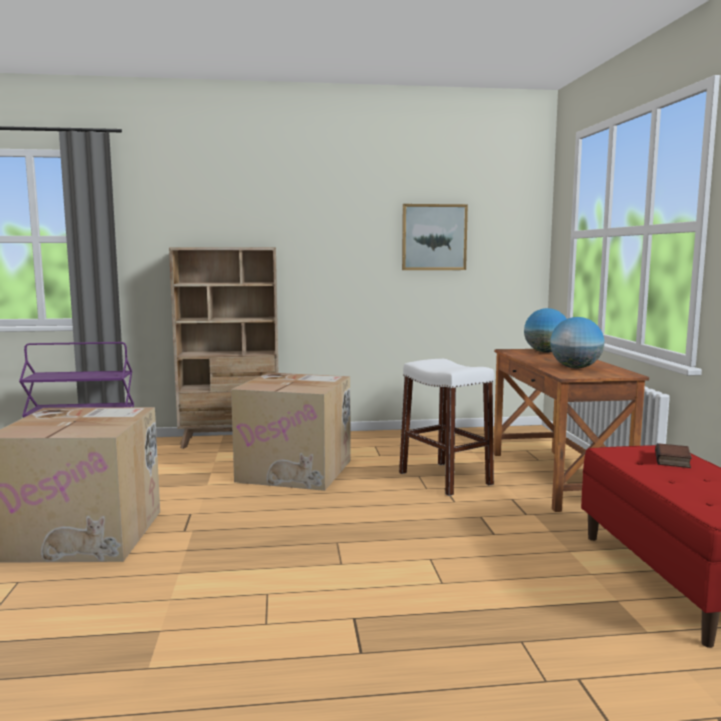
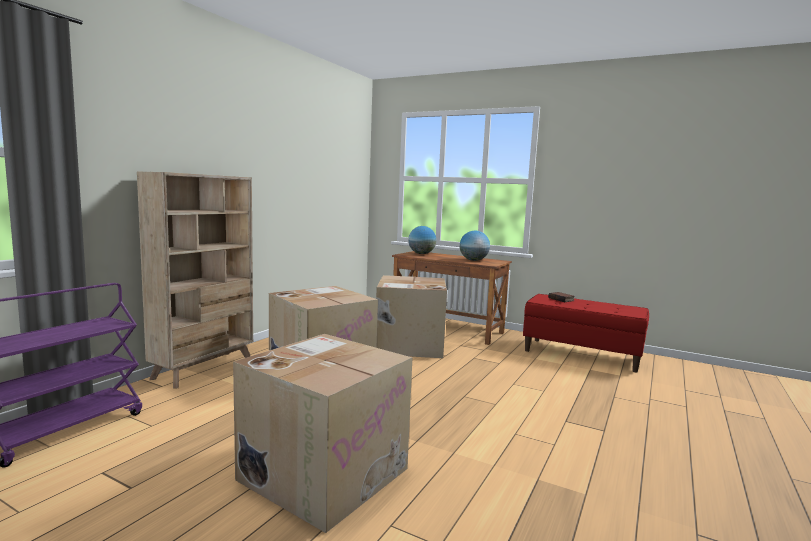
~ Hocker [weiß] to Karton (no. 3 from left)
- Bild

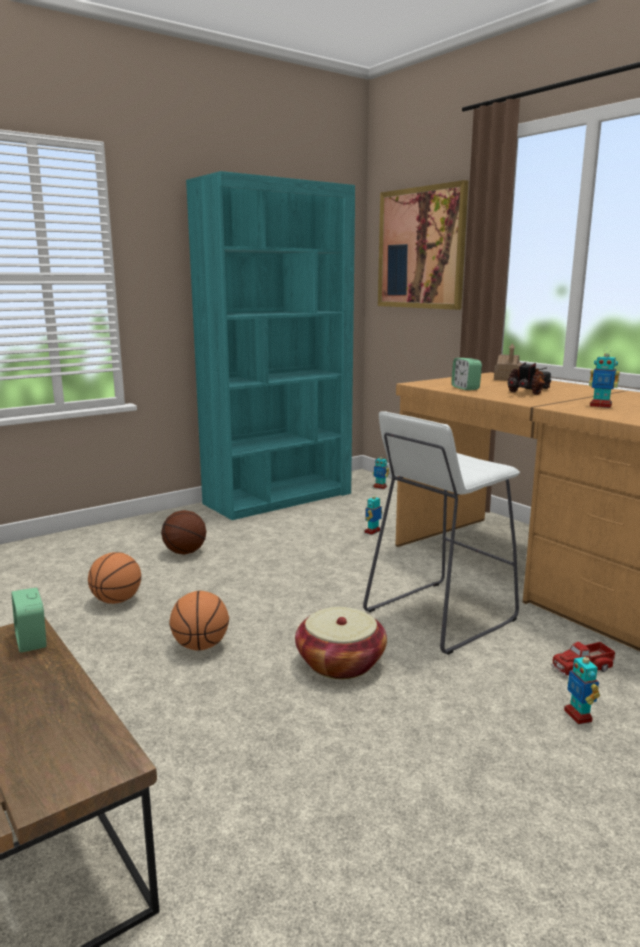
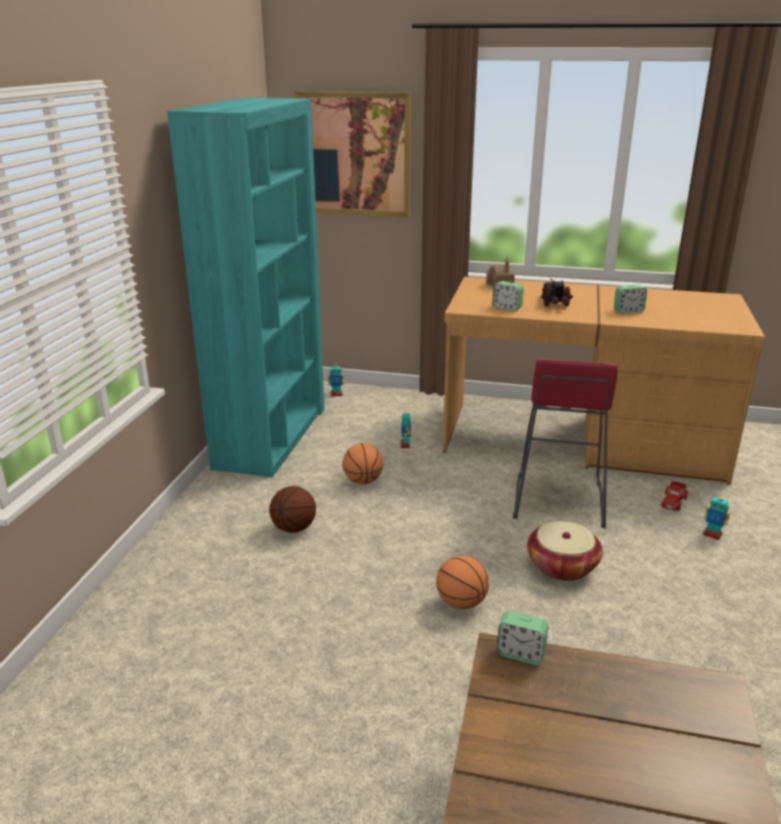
~ Basketball (no. 1 from left in the first image) to Basketball (no. 2 from left)
~ Hocker [weiß] to Hocker [rot]
~ Spielzeugroboter (no. 4 from left) to Wecker (no. 3 from left)

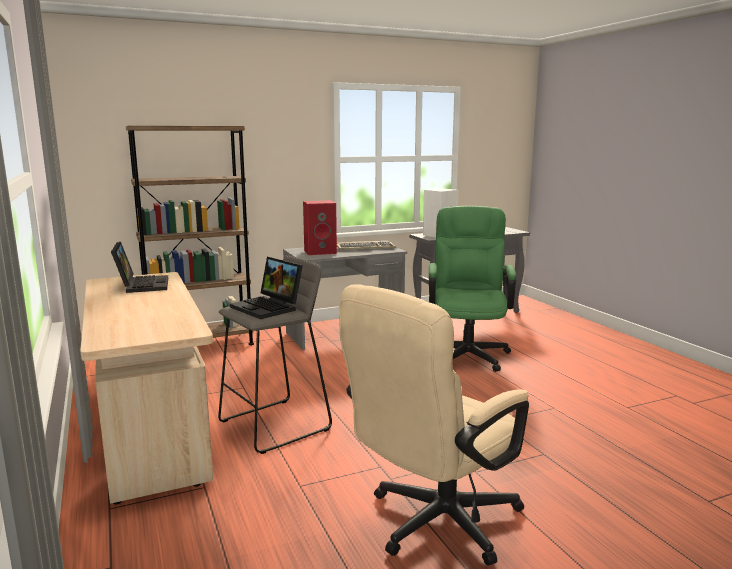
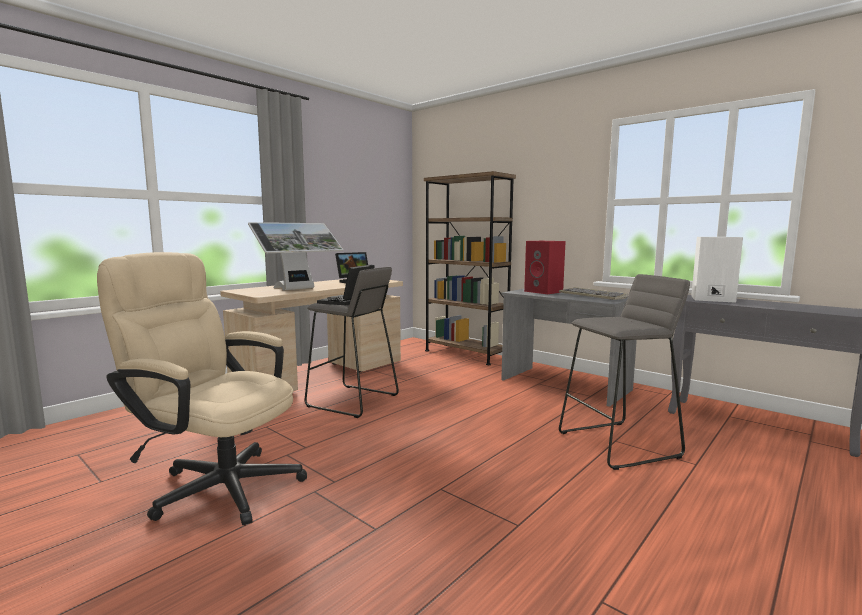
+ Monitor
~ Bürostuhl [grün] to Hocker [grau] (no. 2 from left)

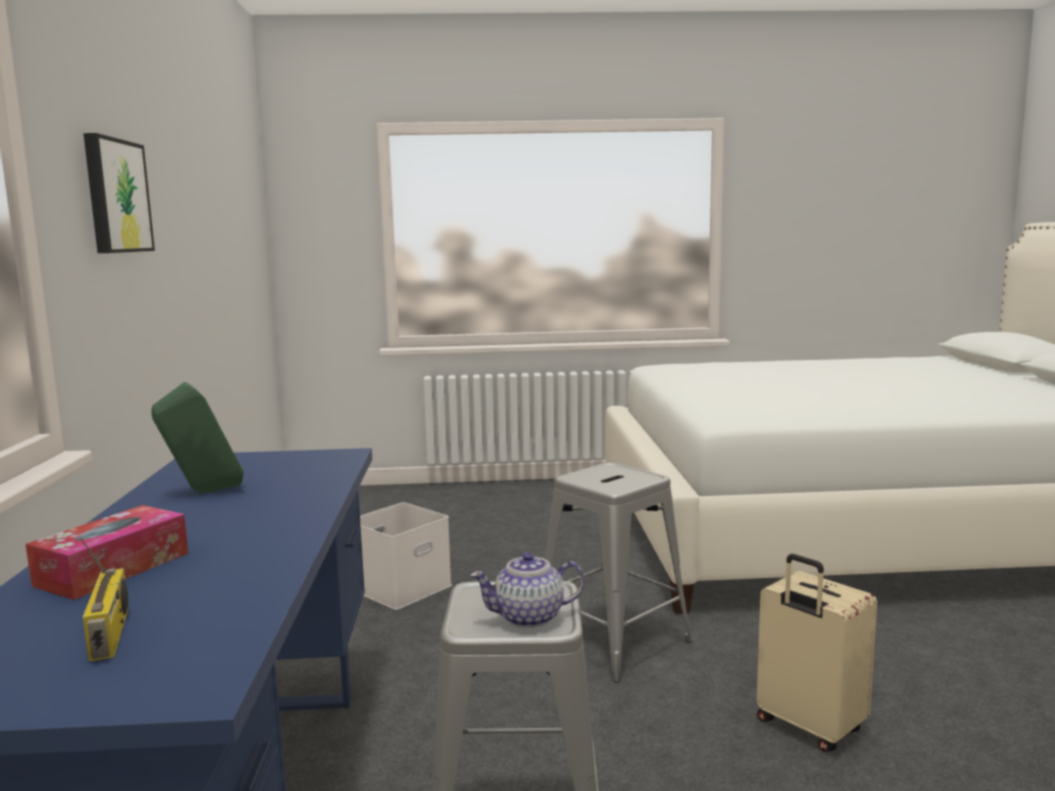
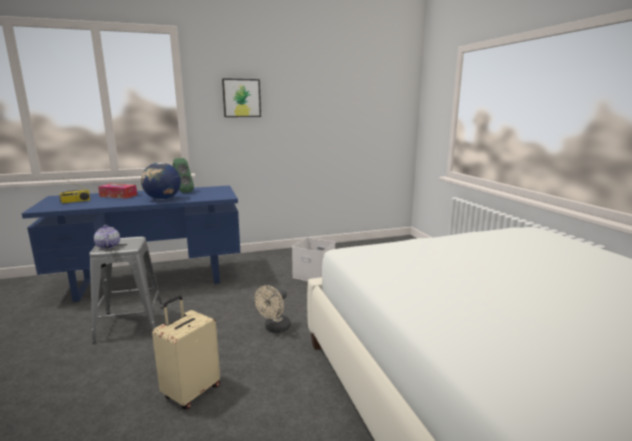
+ Globus
~ Hocker [grau] (no. 2 from left) to Ventilator [beige]

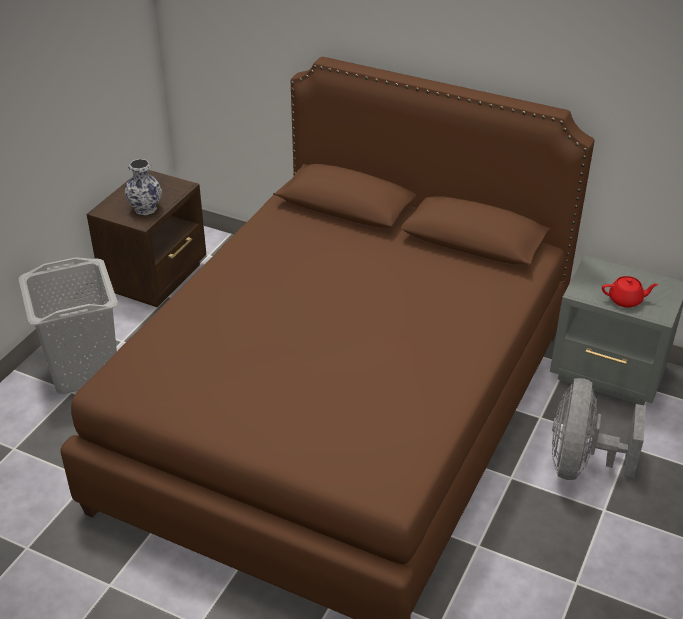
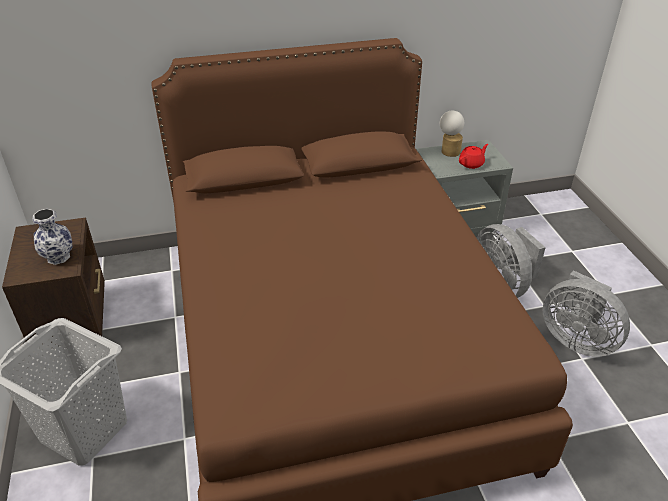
+ Tischlampe
+ Ventilator [grau] (no. 2 from left)

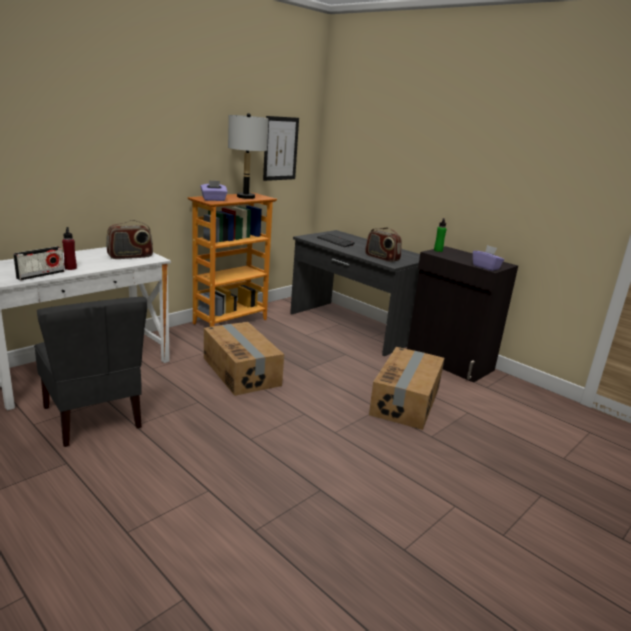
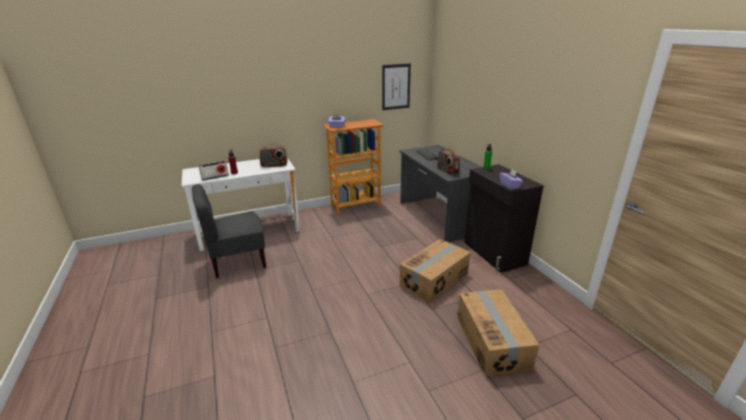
~ Stuhl [grau] 75 degrees clockwise
~ Karton (no. 1 from left in the first image) to Karton (no. 2 from left)
- Tischlampe [grau]

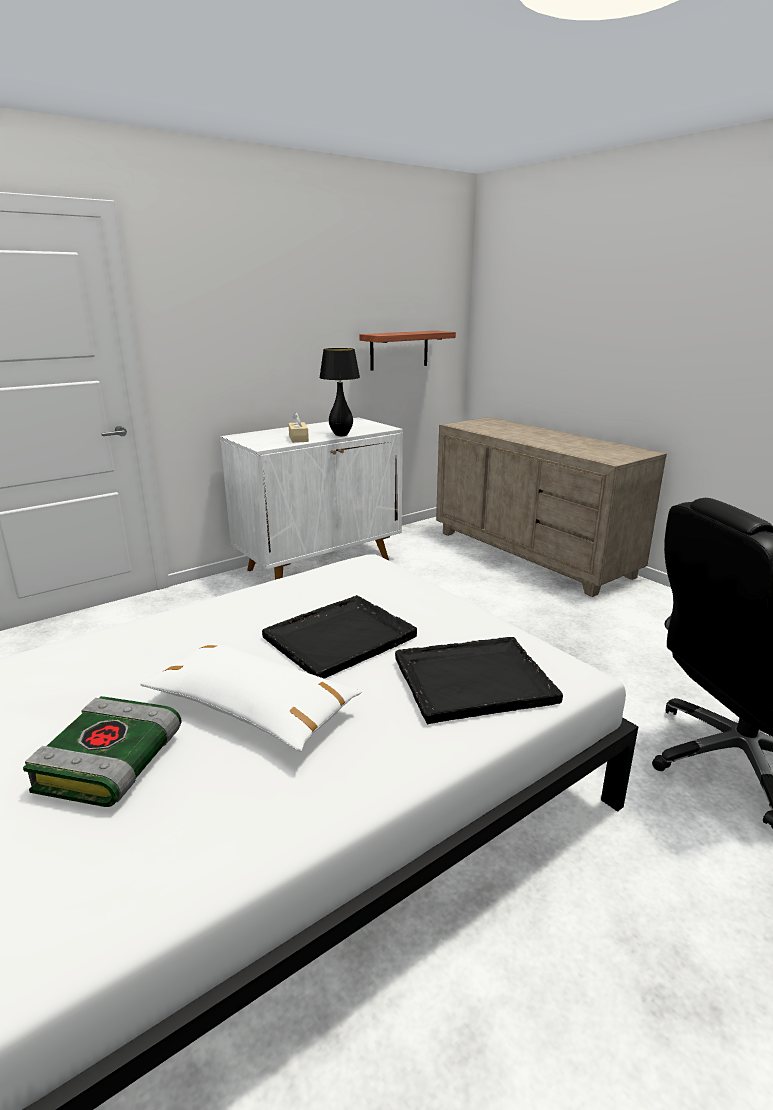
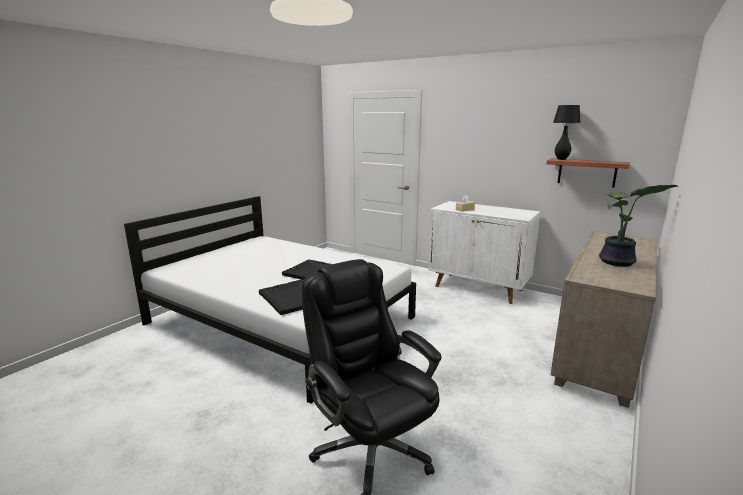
~ Tischlampe [schwarz]
+ Topfpflanze
- Buch
- Kissen [weiß]

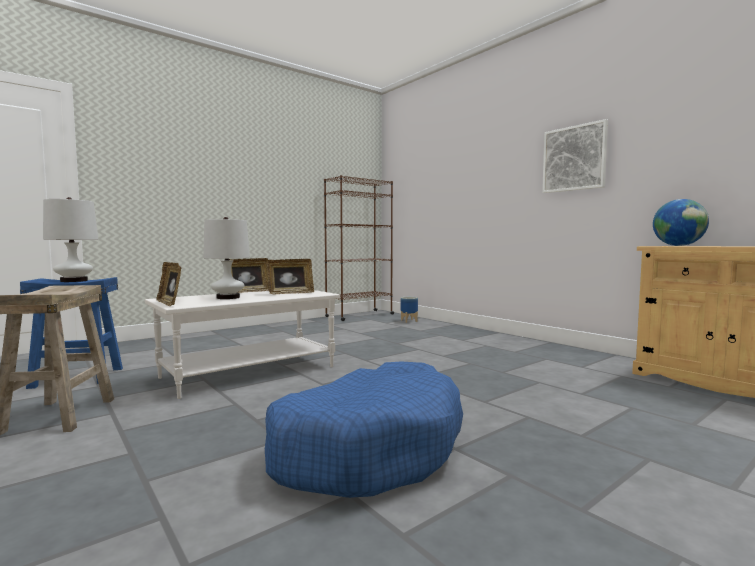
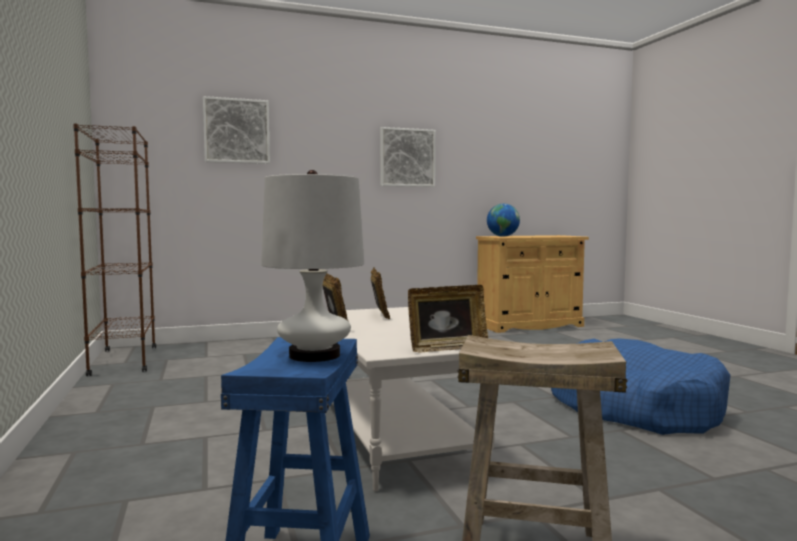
+ Bild (no. 1 from left)
- Tischlampe [weiß] (no. 2 from left)
- Pflanzkübel

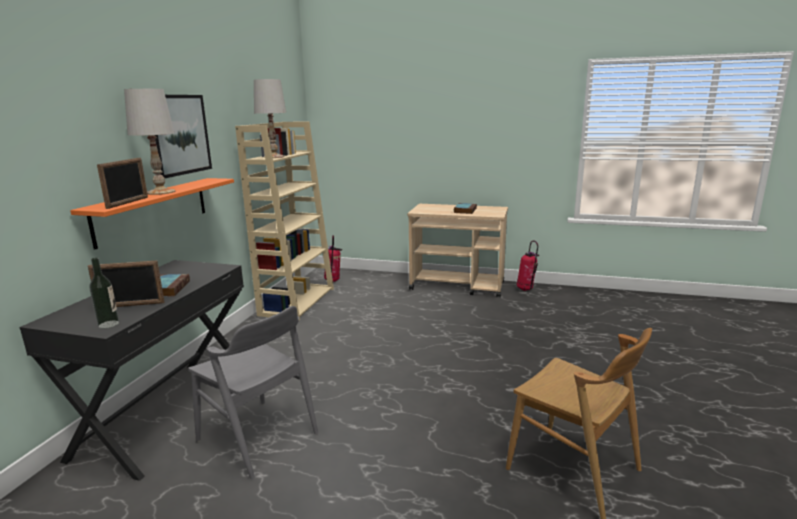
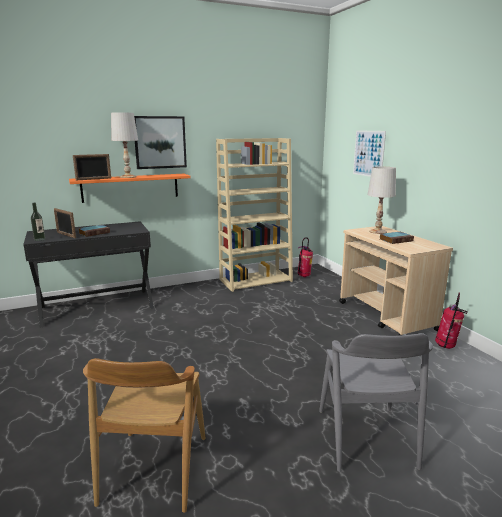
~ Stuhl [grau]
+ Bild (no. 2 from left)
~ Tischlampe [weiß] (no. 2 from left)

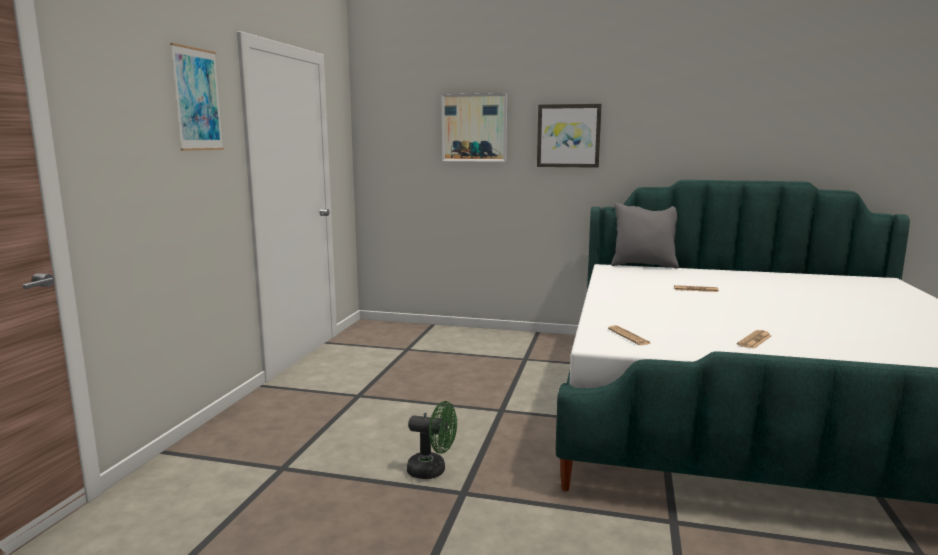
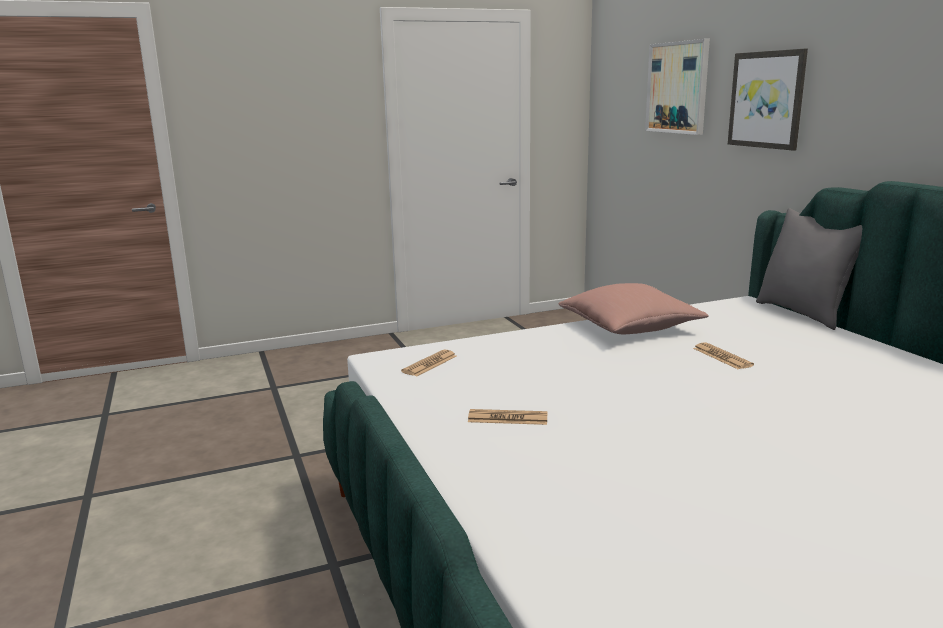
+ Kissen [rosa]
- Bild (no. 1 from left)
- Ventilator [grün]

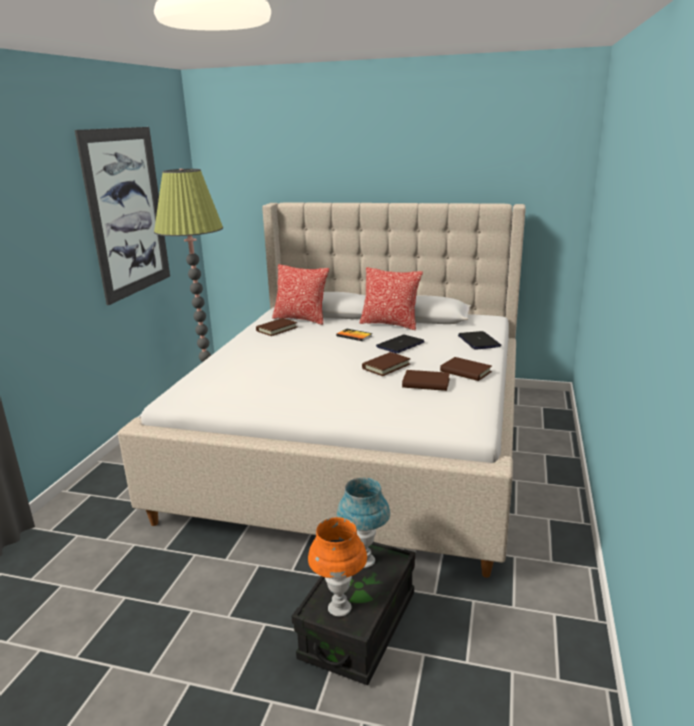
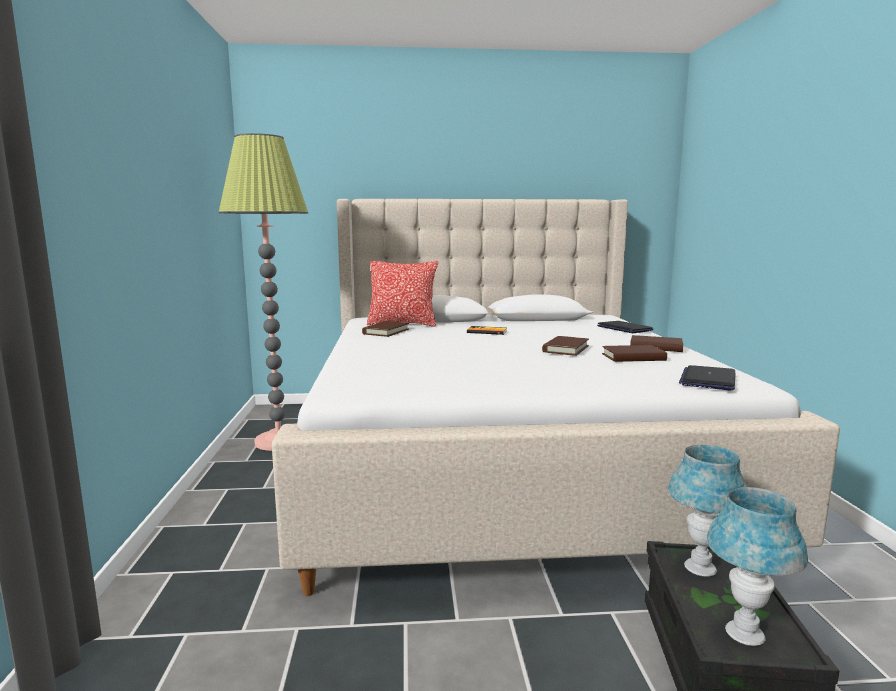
~ Laptop (no. 1 from left in the first image) to Laptop (no. 2 from left)
~ Tischlampe [orange] to Tischlampe [blau] (no. 2 from left)
- Bild
- Kissen (no. 2 from left)

